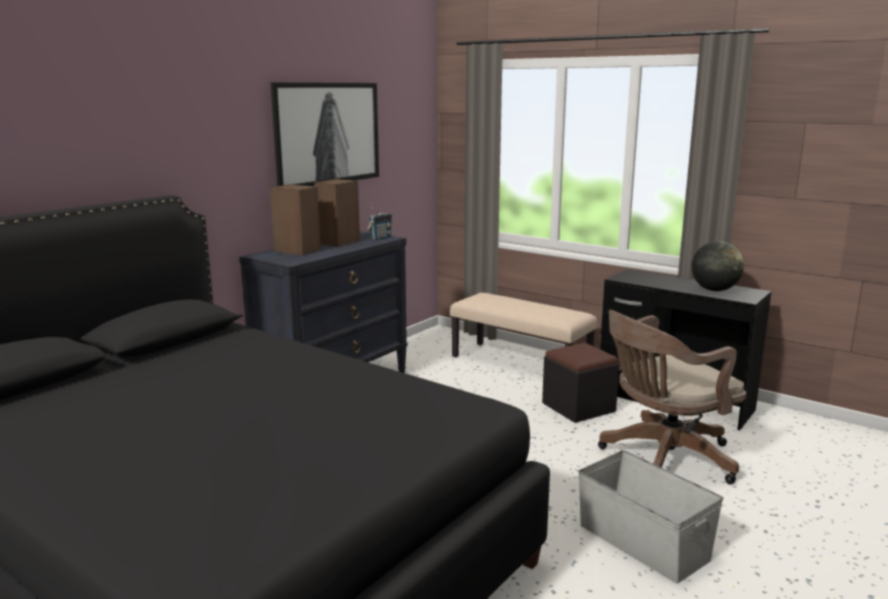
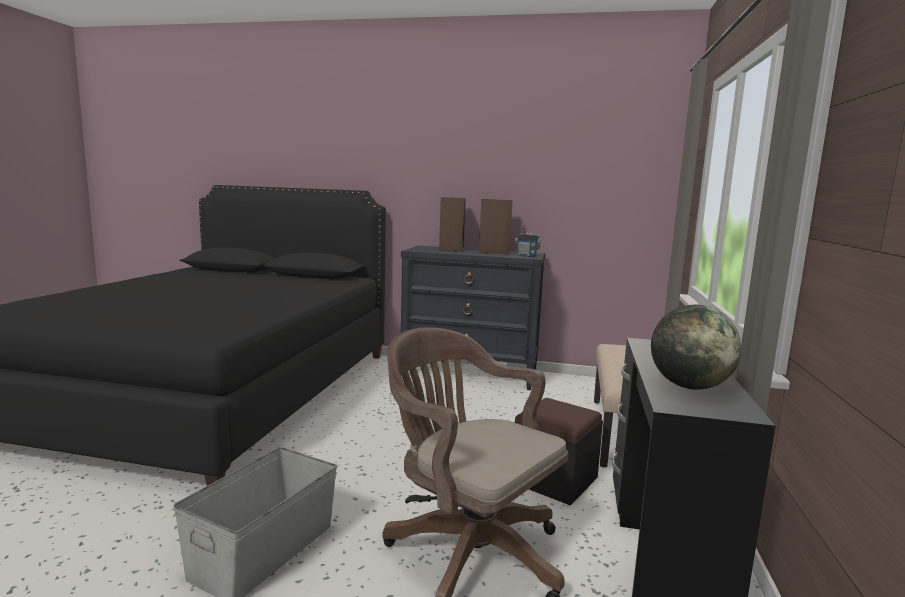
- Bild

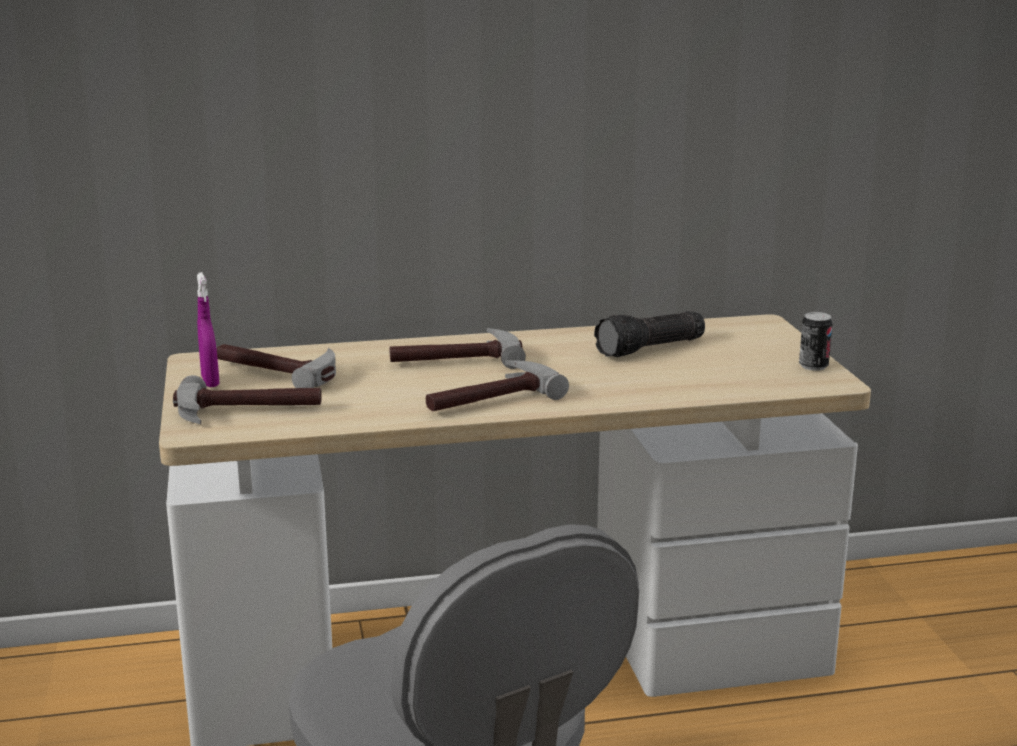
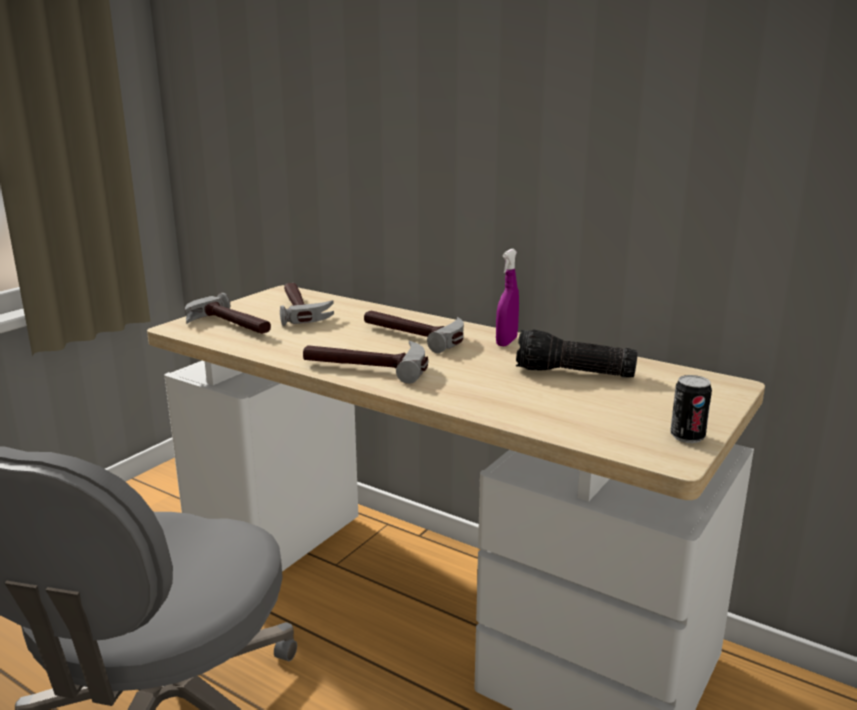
~ Sprühflasche [lila]

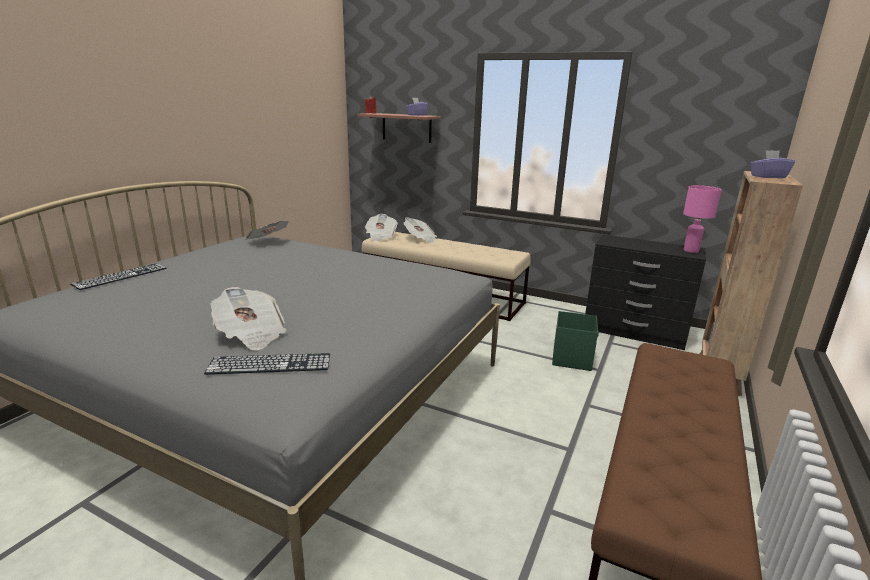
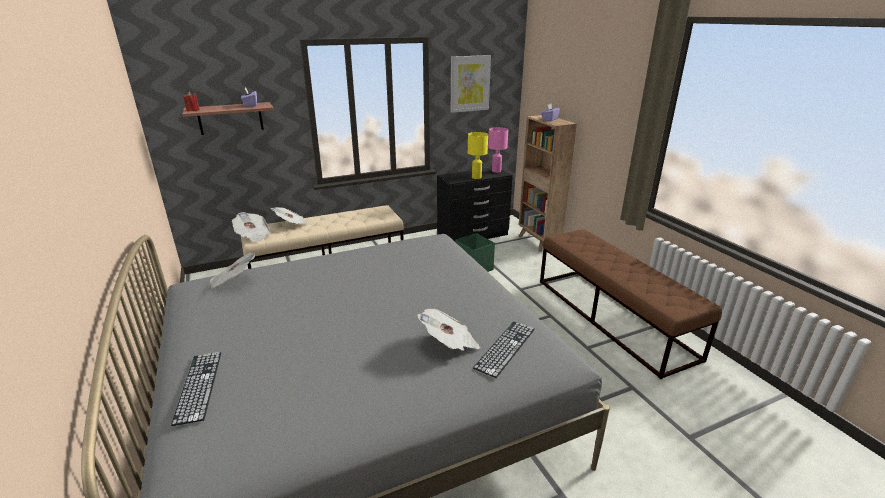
+ Bild
+ Tischlampe [gelb]

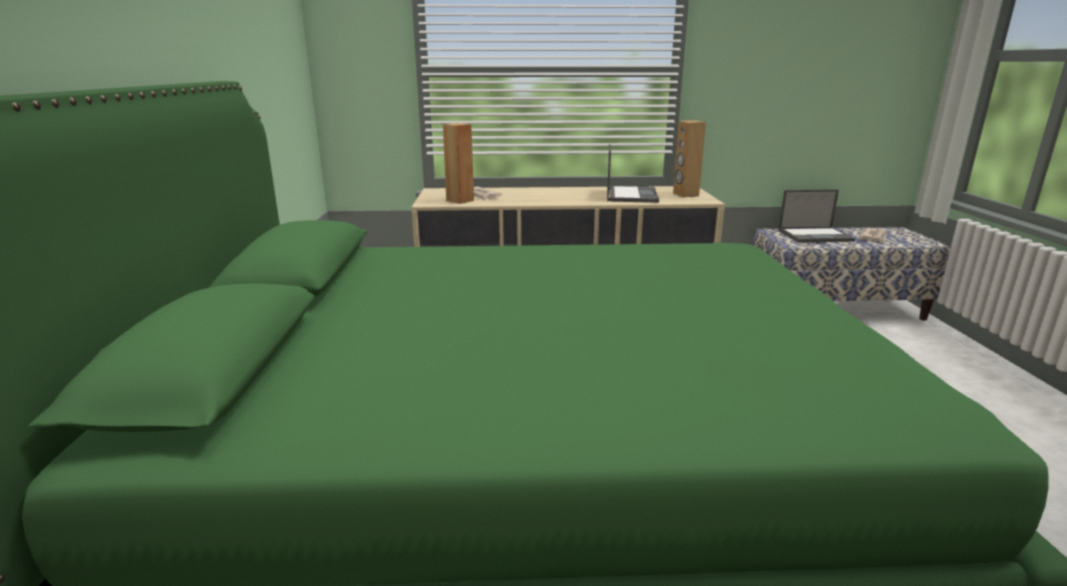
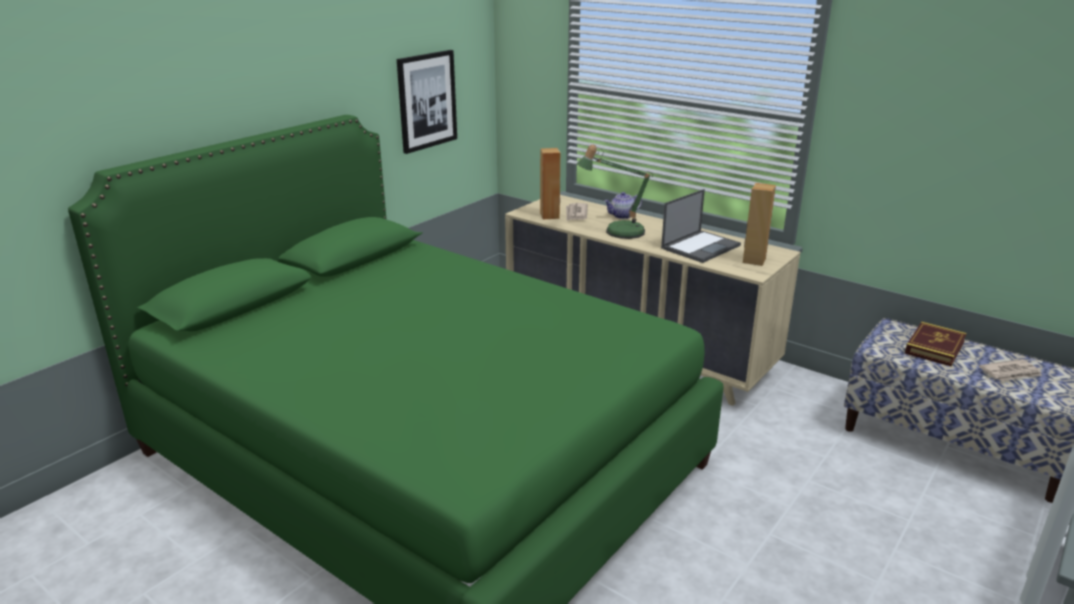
+ Bild
+ Tischlampe
+ Teekanne
~ Laptop (no. 2 from left) to Buch

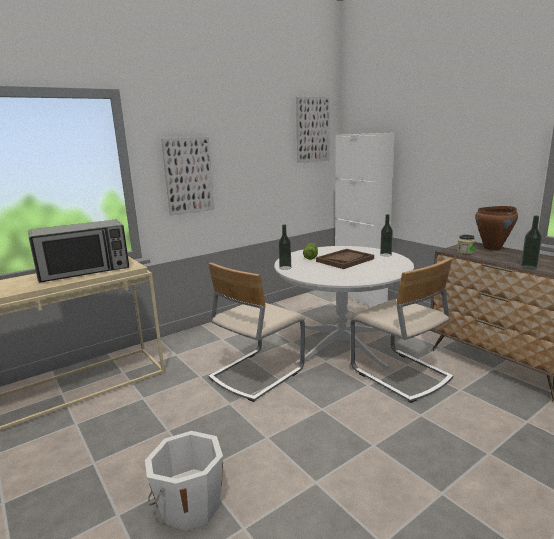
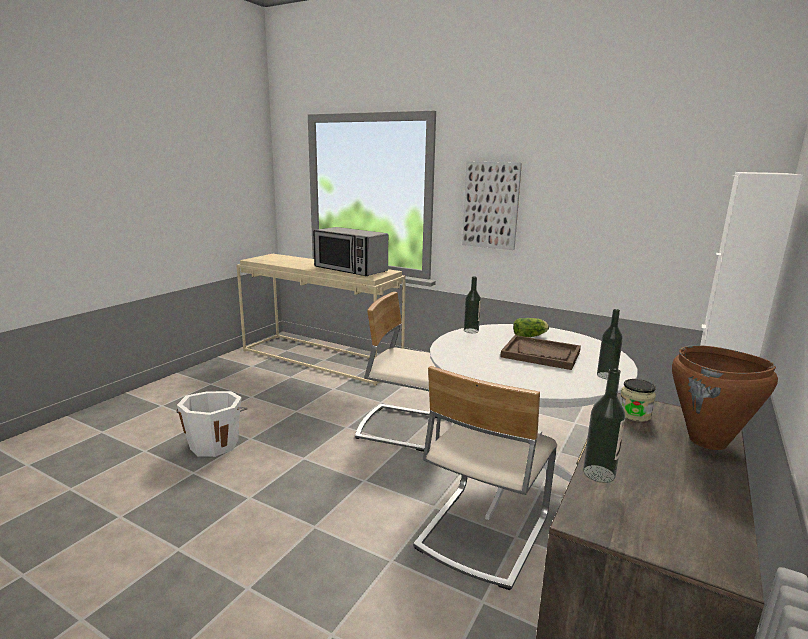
- Bild (no. 2 from left)

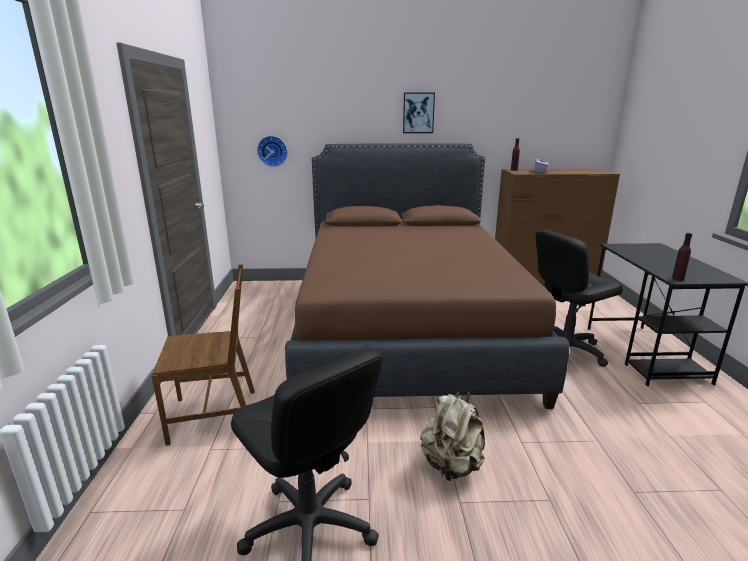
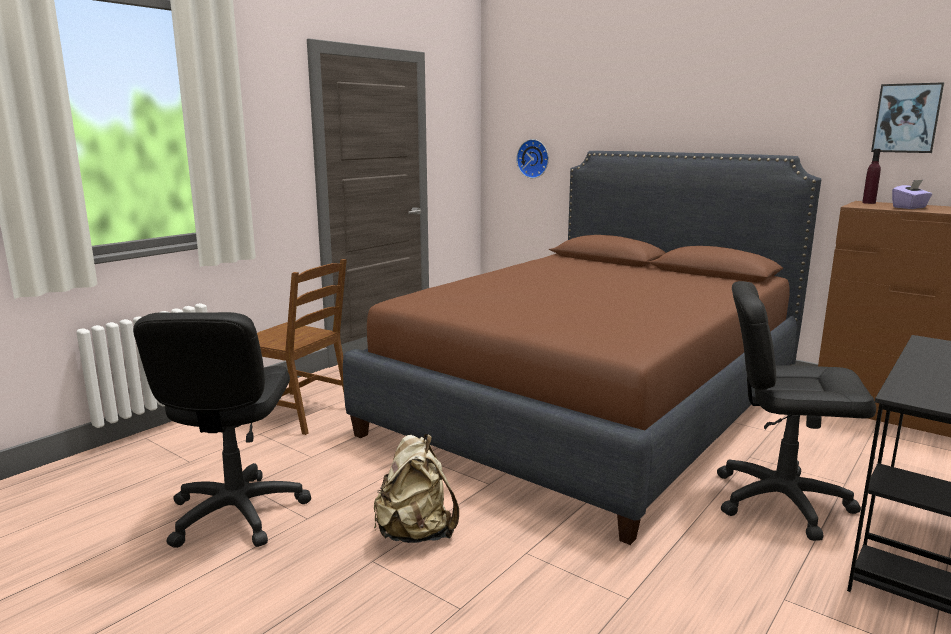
~ Bild
- Flasche [lila] (no. 2 from left)

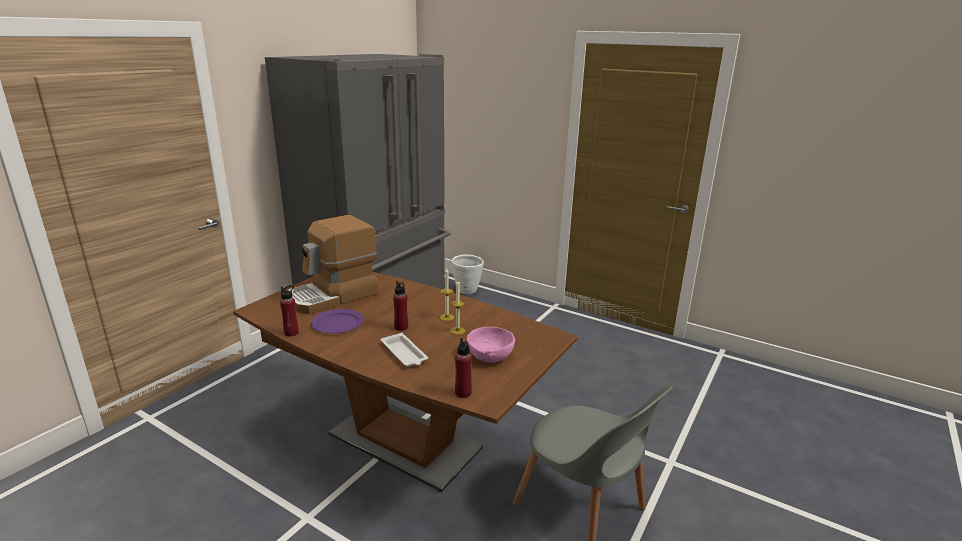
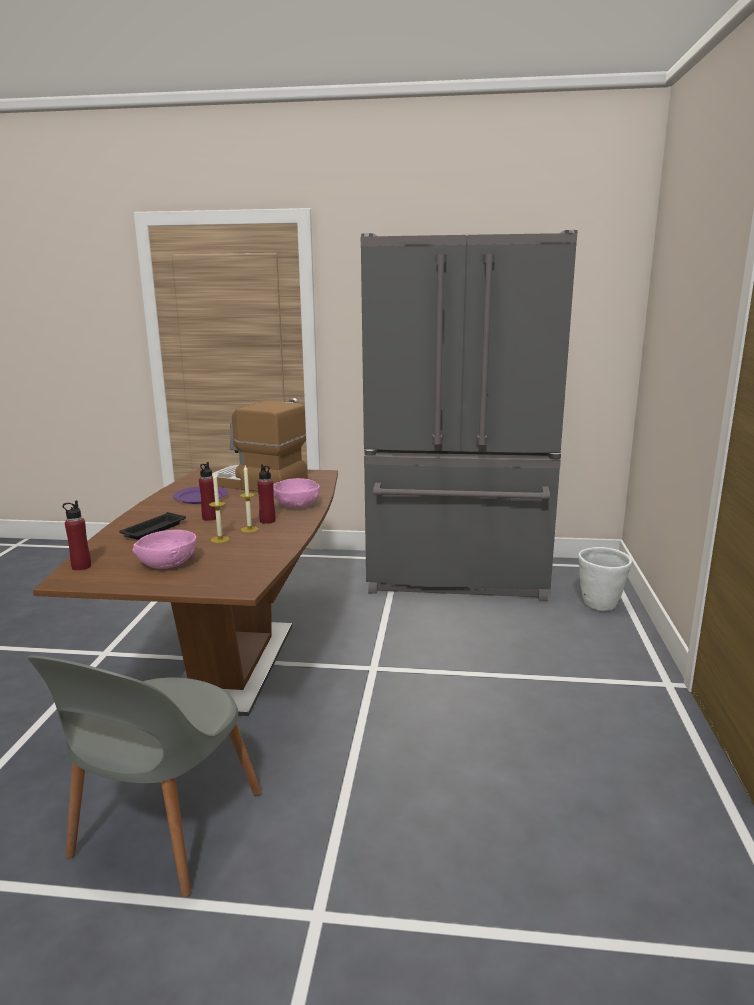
~ Tablett [weiß] to Tablett [schwarz]
~ Flasche [rot] (no. 1 from left in the first image) to Flasche [rot] (no. 3 from left)
+ Schüssel [rosa] (no. 2 from left)

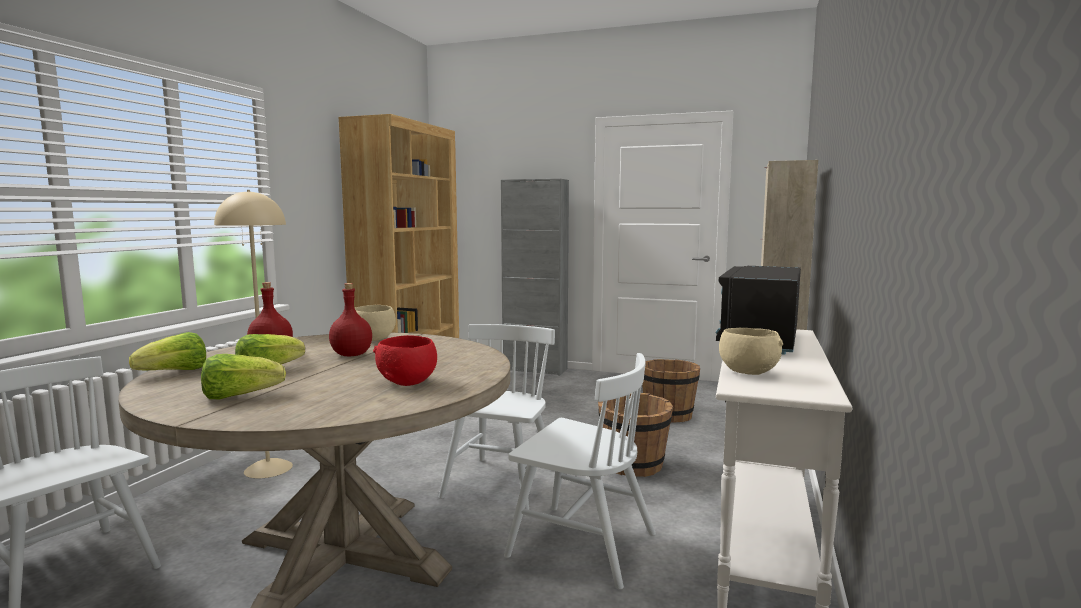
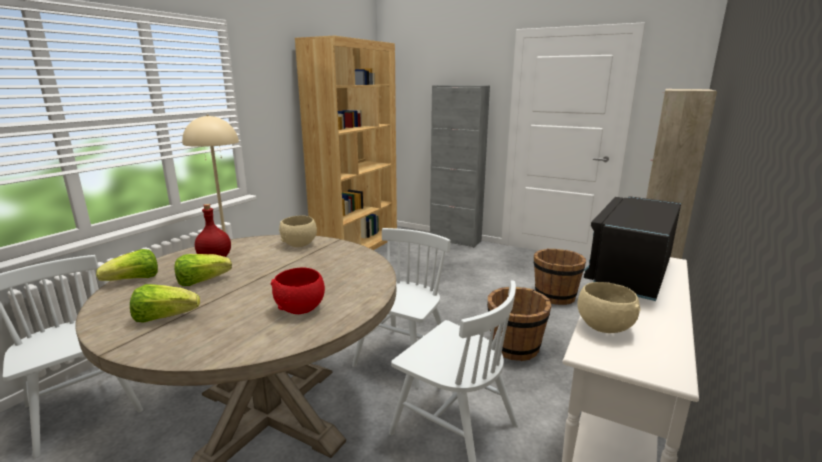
- Flasche [rot] (no. 2 from left)

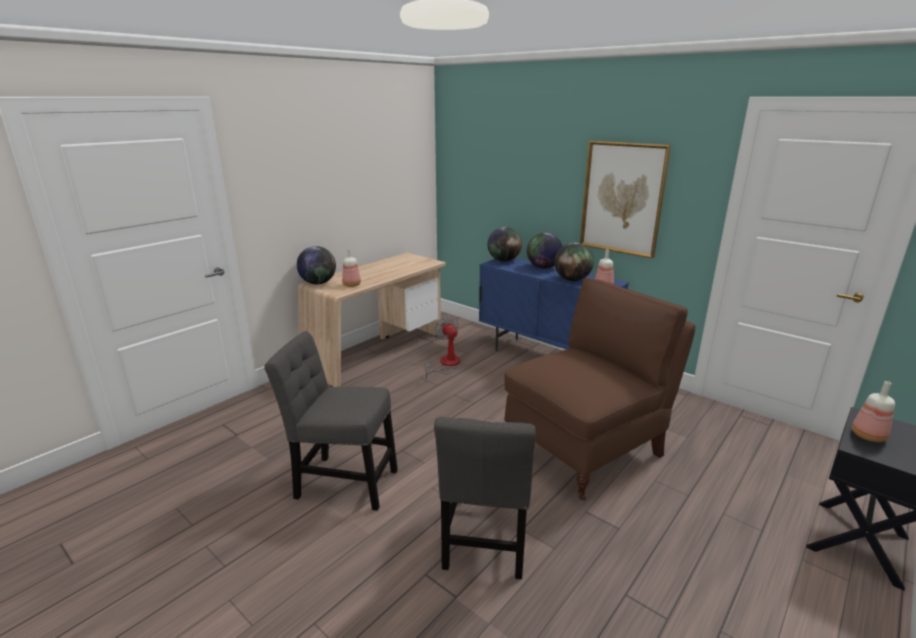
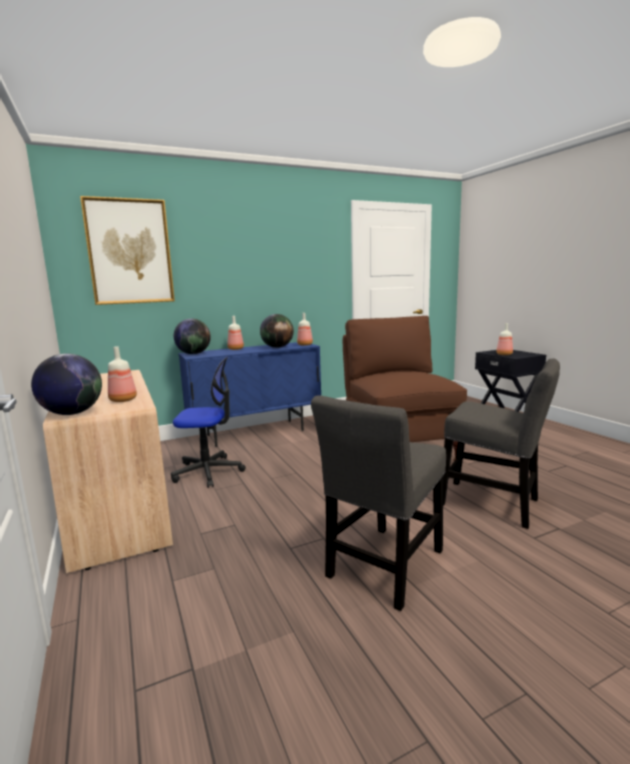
~ Bild
~ Ventilator to Bürostuhl
~ Globus (no. 3 from left) to Flasche (no. 2 from left)

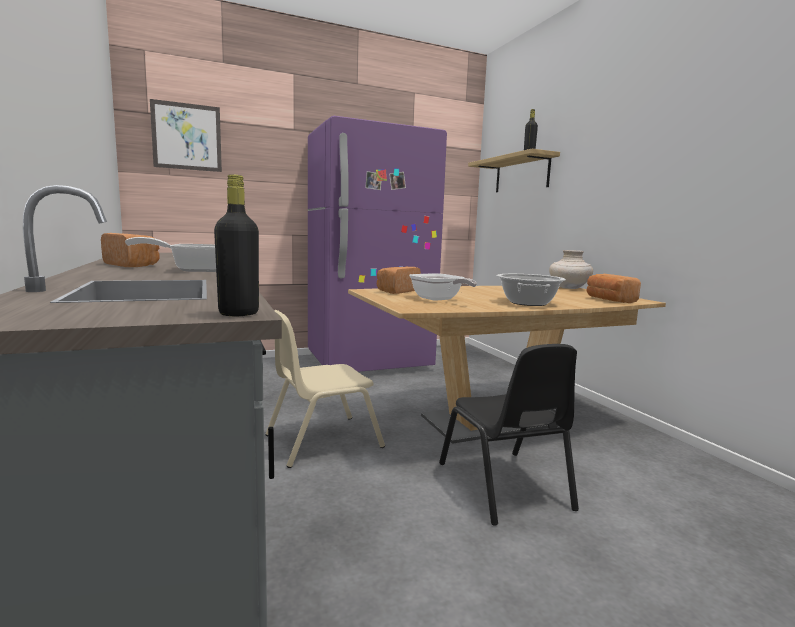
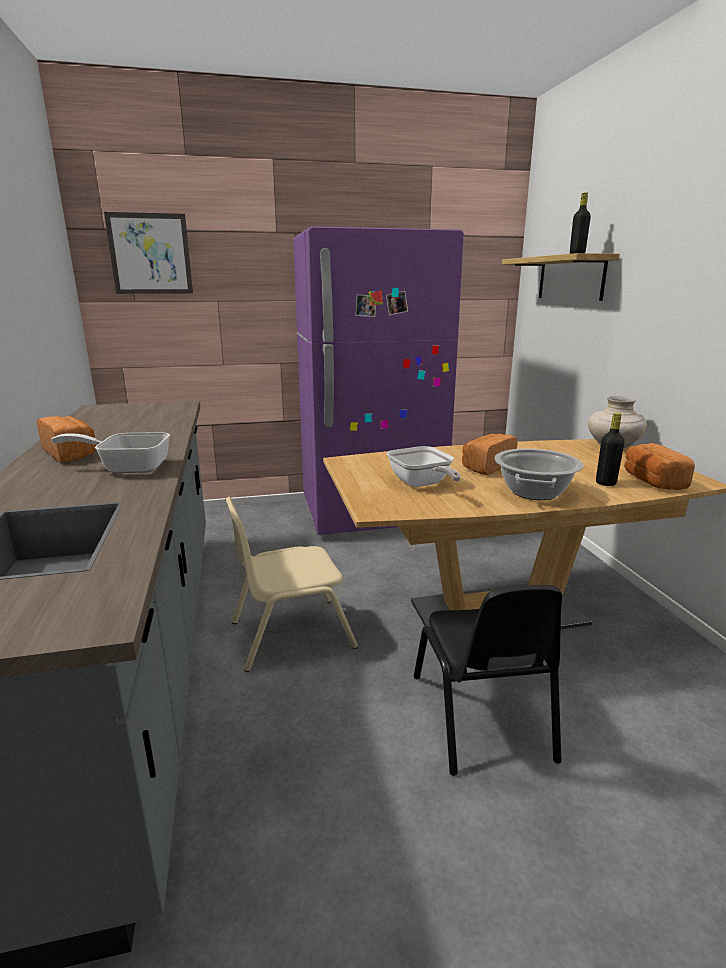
~ Brot (no. 2 from left)
~ Flasche [schwarz] (no. 1 from left in the first image) to Flasche [schwarz] (no. 2 from left)

